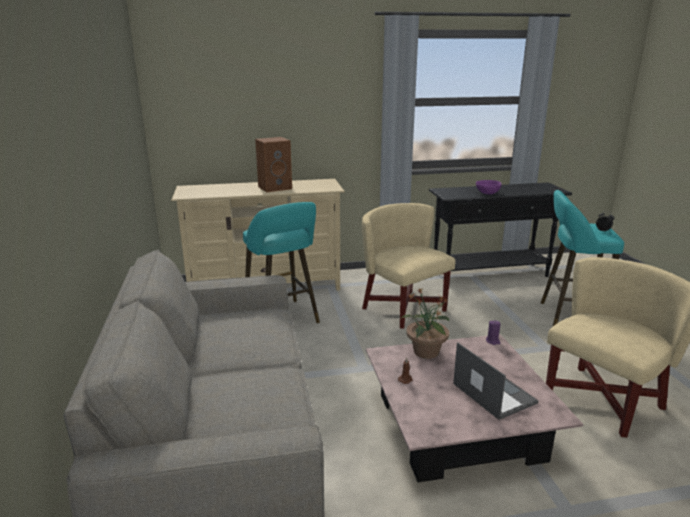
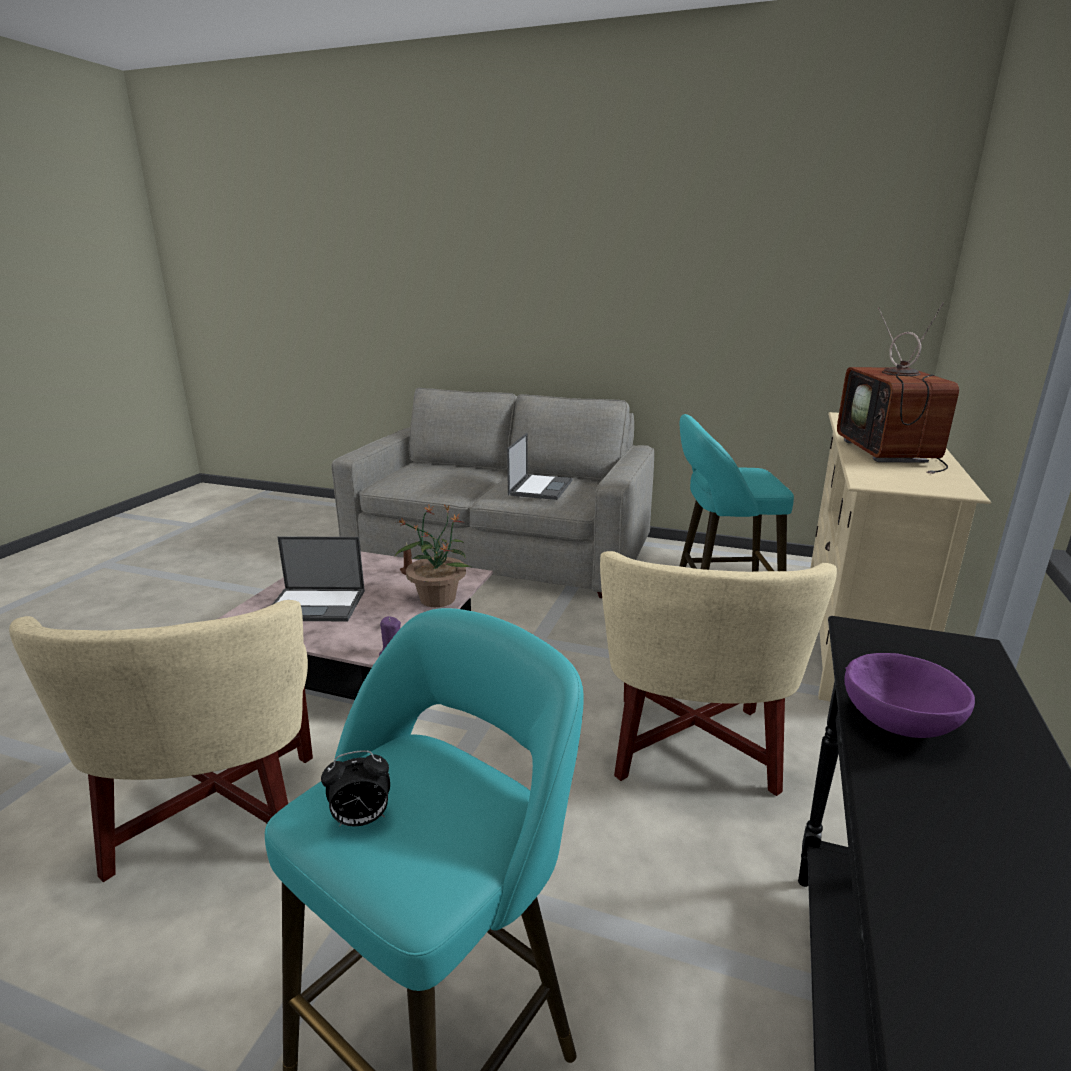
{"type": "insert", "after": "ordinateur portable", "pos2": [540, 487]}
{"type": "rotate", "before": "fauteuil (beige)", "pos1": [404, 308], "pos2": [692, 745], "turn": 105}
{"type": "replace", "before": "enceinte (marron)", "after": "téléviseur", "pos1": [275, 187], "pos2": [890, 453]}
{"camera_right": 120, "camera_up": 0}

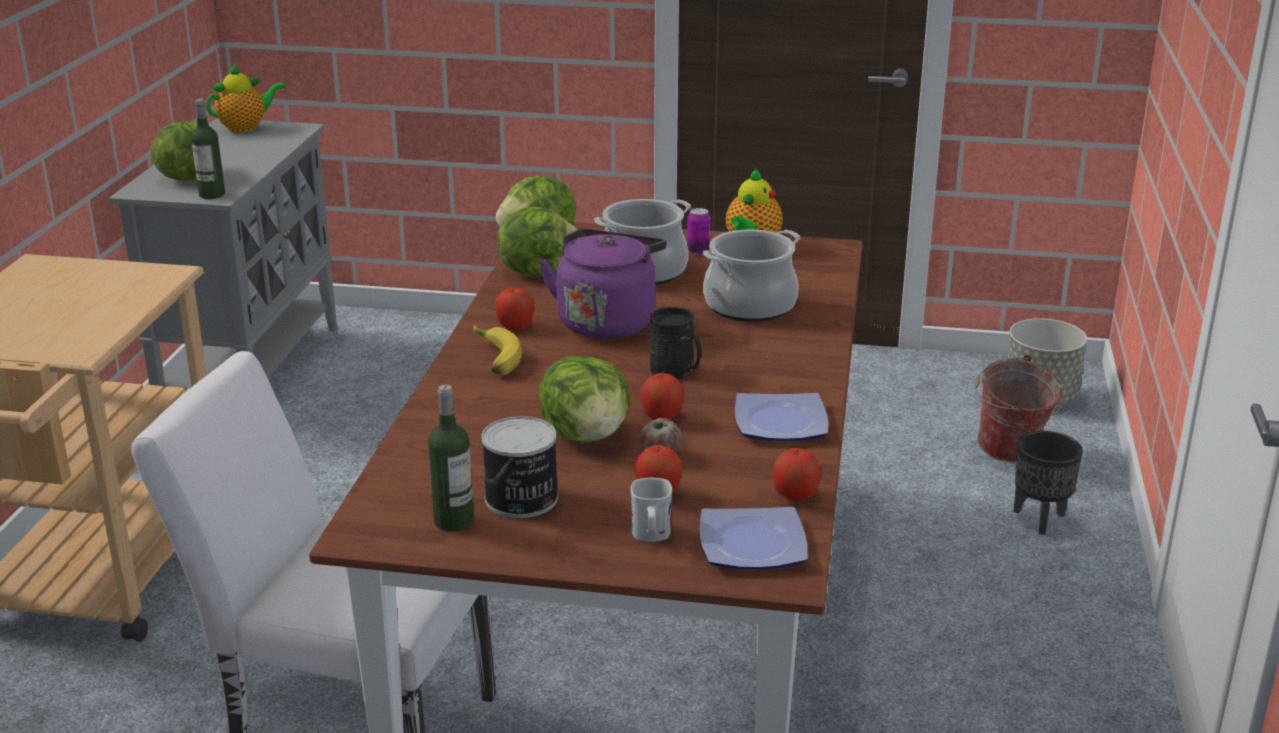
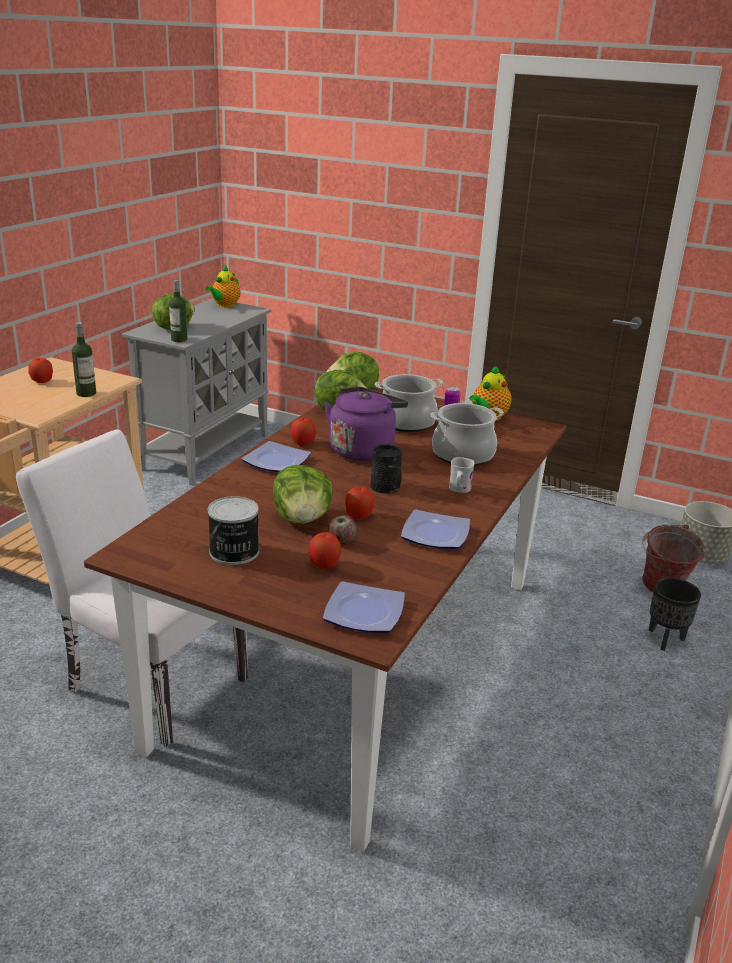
{"type": "move", "before": "pomme", "pos1": [795, 495], "pos2": [42, 381]}
{"type": "move", "before": "bouteille", "pos1": [453, 521], "pos2": [86, 393]}
{"type": "rotate", "before": "théière", "pos1": [246, 128], "pos2": [224, 305], "turn": 135}
{"type": "replace", "before": "banane", "after": "assiette", "pos1": [493, 359], "pos2": [276, 461]}
{"type": "move", "before": "mug (blanc)", "pos1": [651, 536], "pos2": [459, 489]}
{"camera_right": 15, "camera_up": 0}

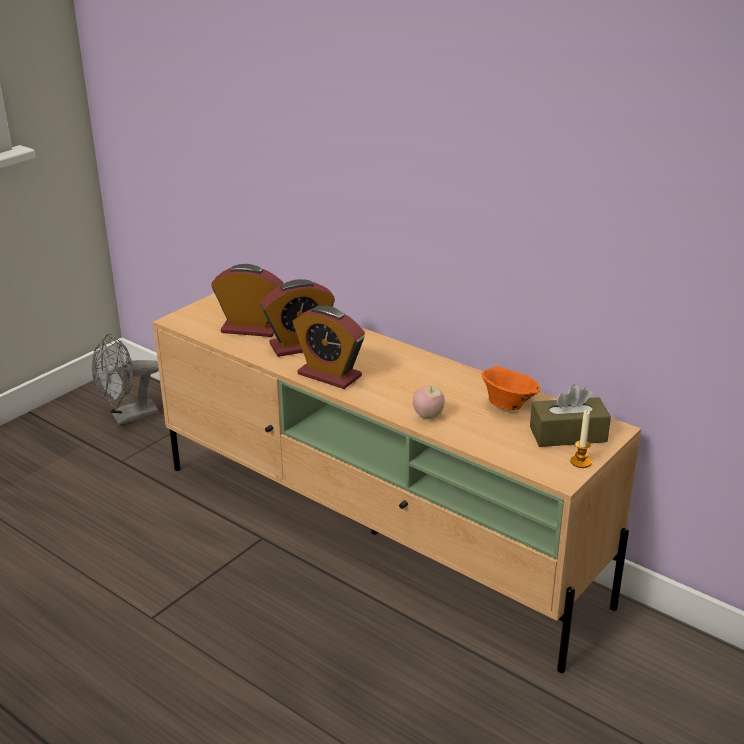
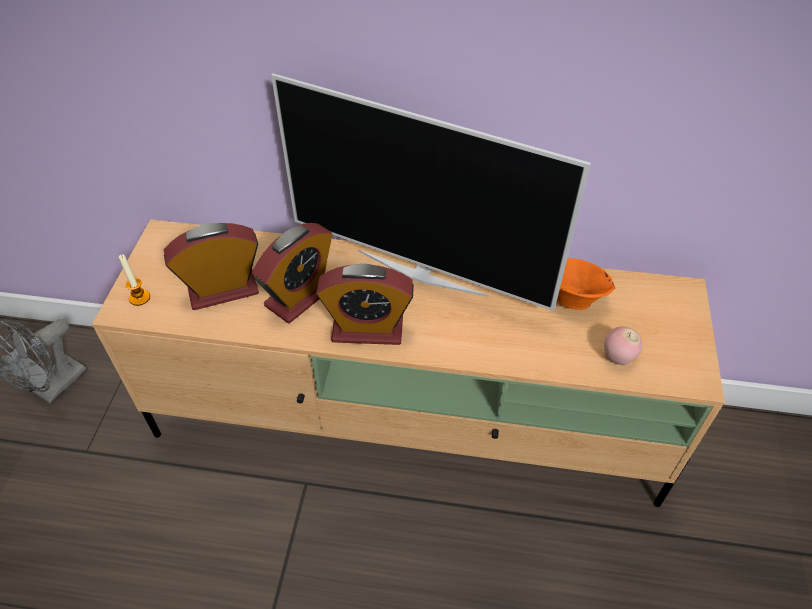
{"type": "move", "before": "bougie", "pos1": [580, 462], "pos2": [139, 298]}
{"type": "insert", "after": "téléviseur", "pos2": [422, 271]}
{"type": "move", "before": "pomme", "pos1": [428, 416], "pos2": [618, 357]}
{"type": "delete", "before": "boîte à mouchoirs (marron)", "pos1": [568, 434]}
{"camera_right": -30, "camera_up": 20}

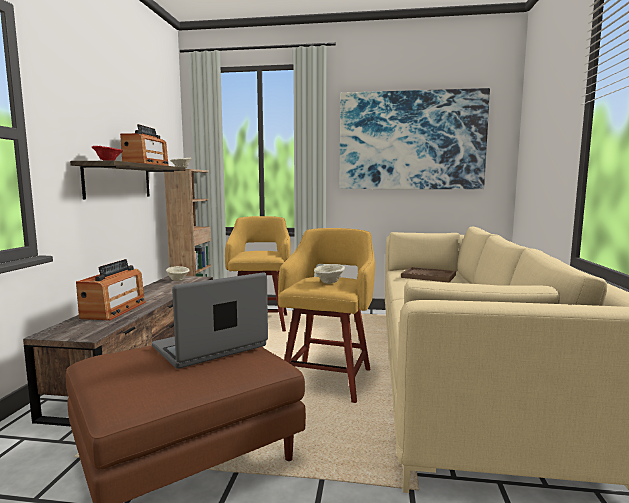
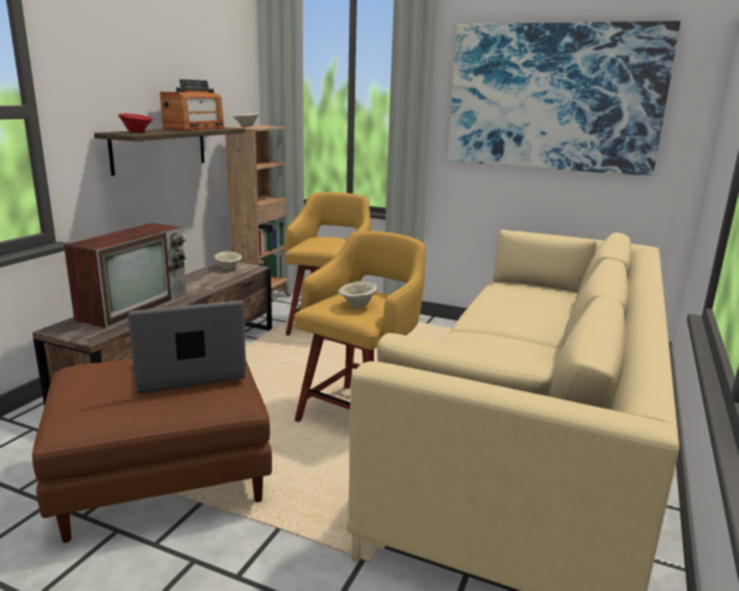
{"type": "replace", "before": "radio", "after": "téléviseur", "pos1": [114, 310], "pos2": [135, 305]}
{"type": "delete", "before": "plateau (marron)", "pos1": [428, 276]}
{"camera_right": 15, "camera_up": 10}

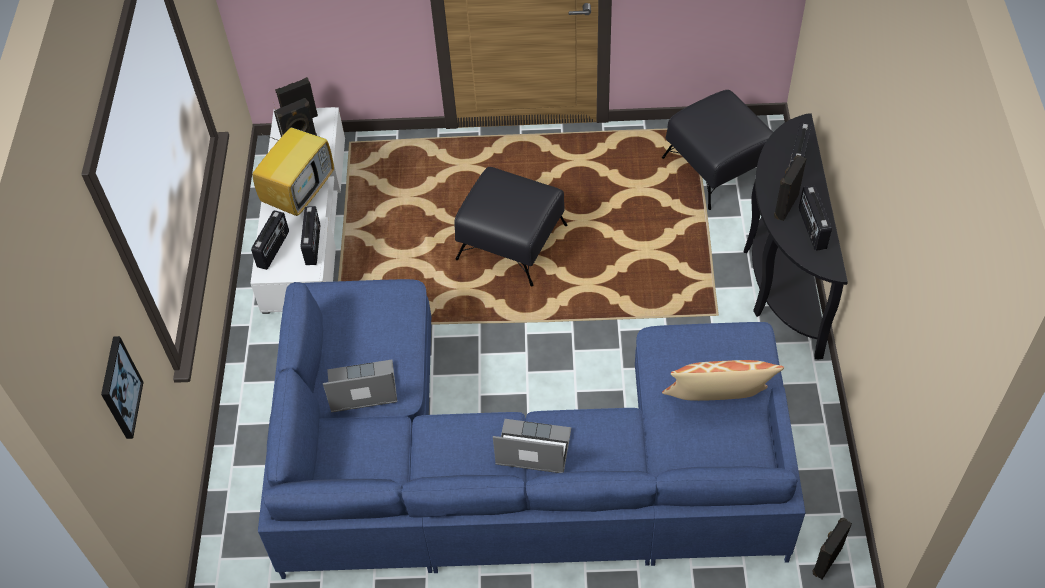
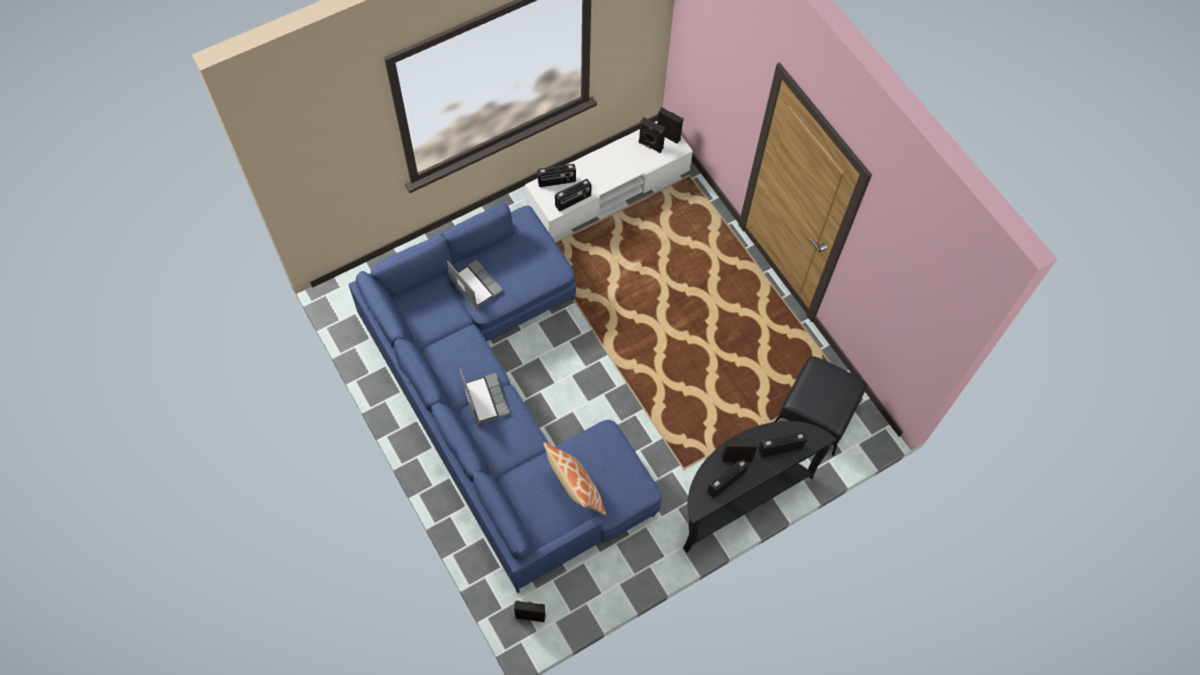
{"type": "delete", "before": "tableau", "pos1": [119, 388]}
{"type": "delete", "before": "téléviseur", "pos1": [299, 191]}
{"type": "delete", "before": "pouf (noir)", "pos1": [512, 243]}
{"camera_right": 55, "camera_up": 10}

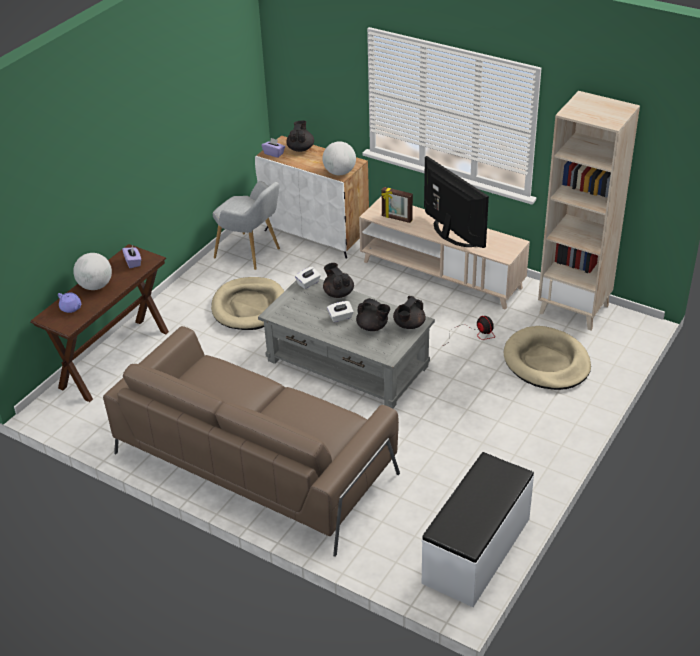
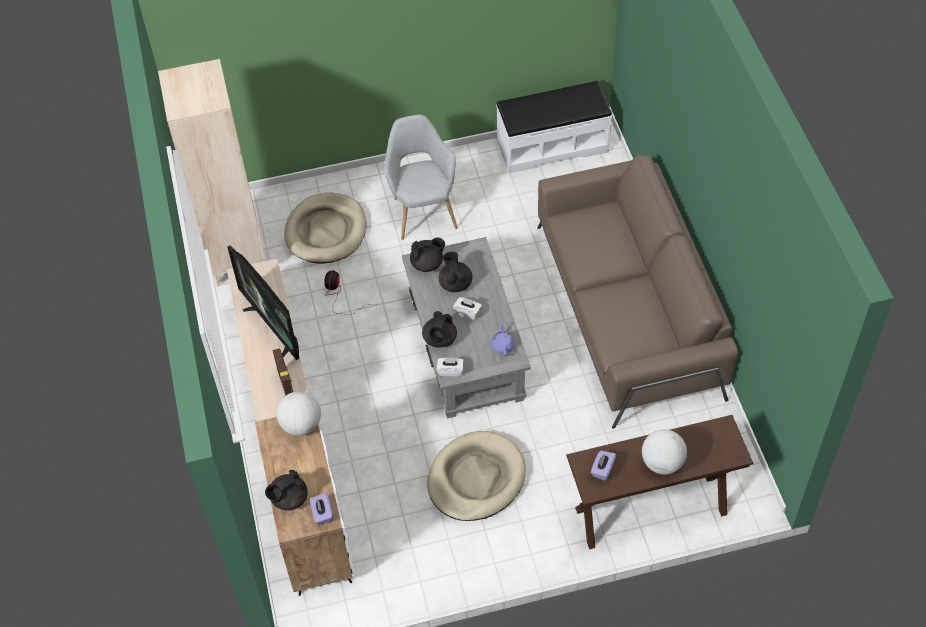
{"type": "rotate", "before": "téléviseur", "pos1": [450, 235], "pos2": [274, 327], "turn": -45}
{"type": "move", "before": "fauteuil (gris)", "pos1": [251, 254], "pos2": [422, 210]}
{"type": "move", "before": "théière (violet)", "pos1": [71, 308], "pos2": [502, 345]}
{"camera_right": -135, "camera_up": 15}

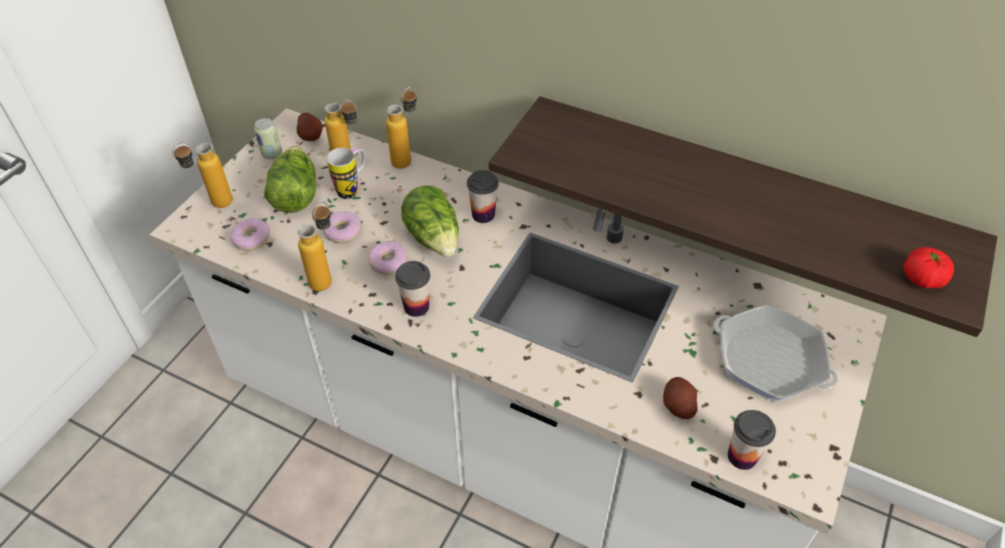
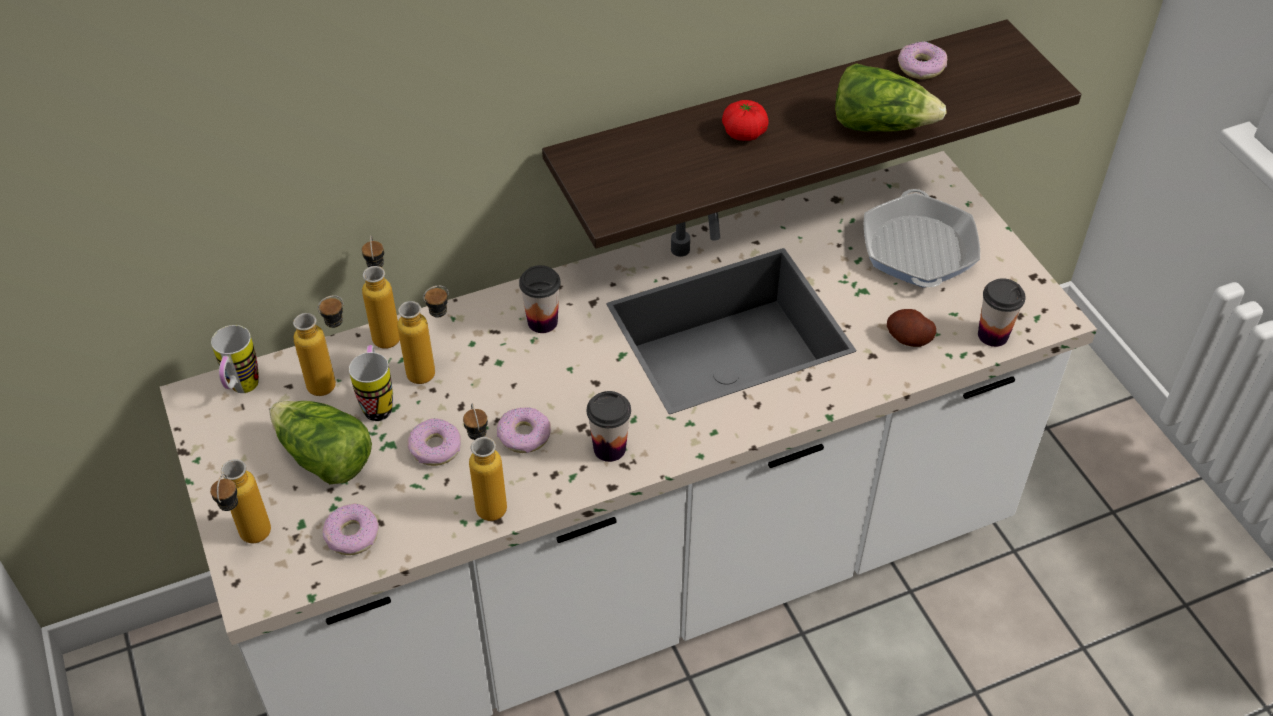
{"type": "replace", "before": "pomme de terre", "after": "mug", "pos1": [311, 136], "pos2": [242, 390]}
{"type": "insert", "after": "bouteille", "pos2": [433, 371]}
{"type": "move", "before": "tomate", "pos1": [922, 278], "pos2": [744, 133]}
{"type": "move", "before": "laitue", "pos1": [434, 237], "pos2": [880, 125]}
{"type": "rotate", "before": "poêle", "pos1": [770, 359], "pos2": [918, 249], "turn": -75}
{"type": "insert", "after": "beignet", "pos2": [920, 67]}
{"type": "delete", "before": "boîte métallique", "pos1": [272, 154]}
{"camera_right": -50, "camera_up": 0}

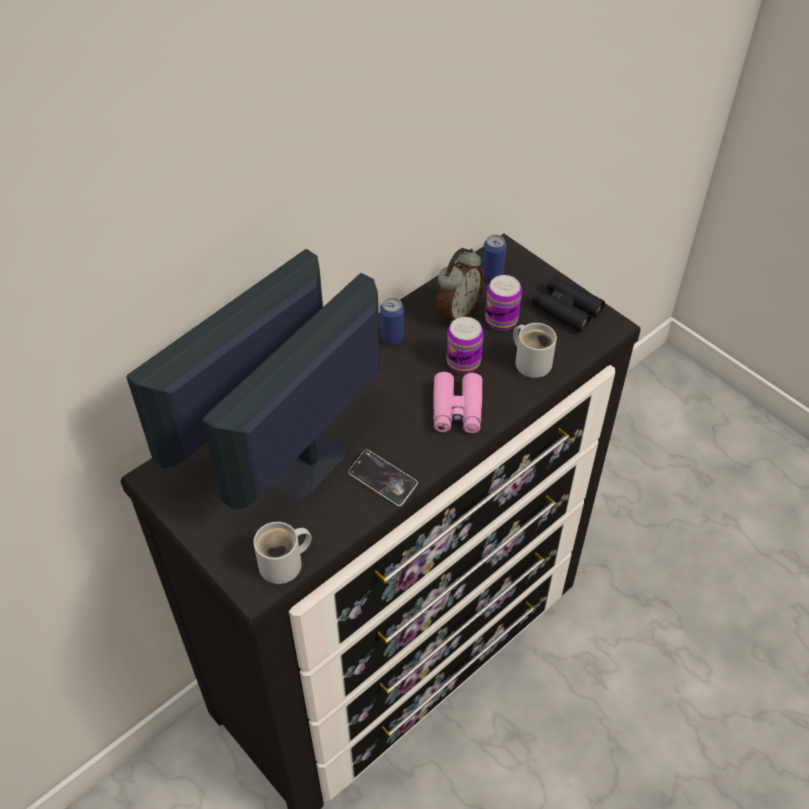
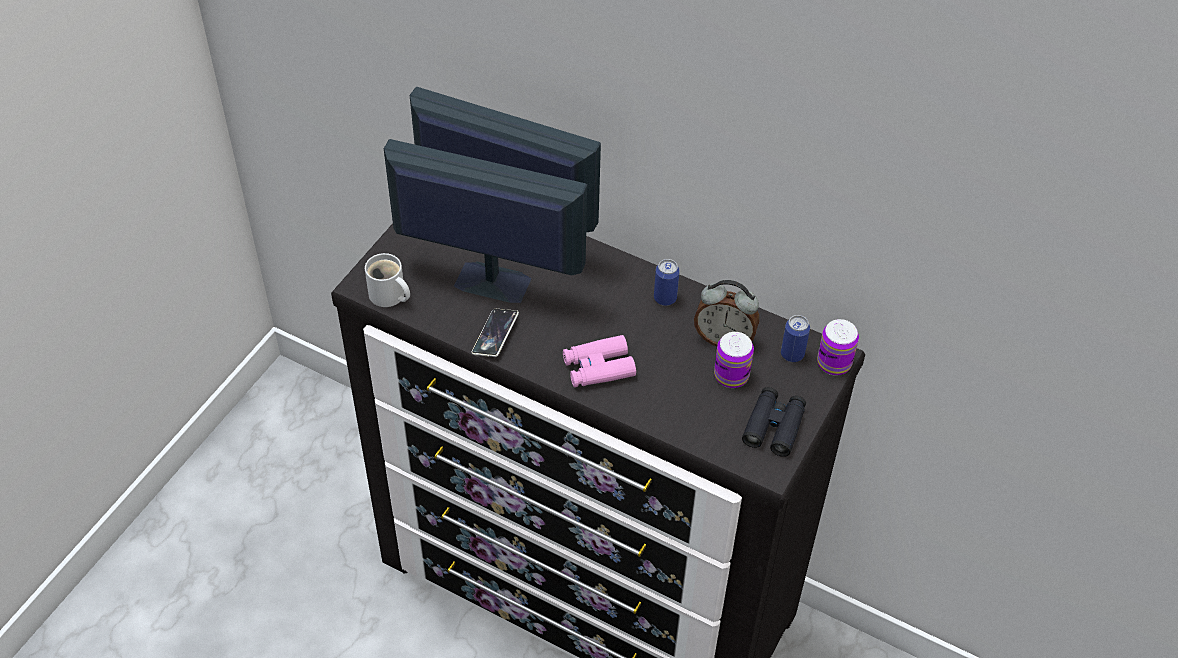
{"type": "move", "before": "boîte métallique", "pos1": [463, 362], "pos2": [834, 363]}
{"type": "delete", "before": "mug (blanc)", "pos1": [532, 361]}
{"camera_right": 70, "camera_up": 0}

